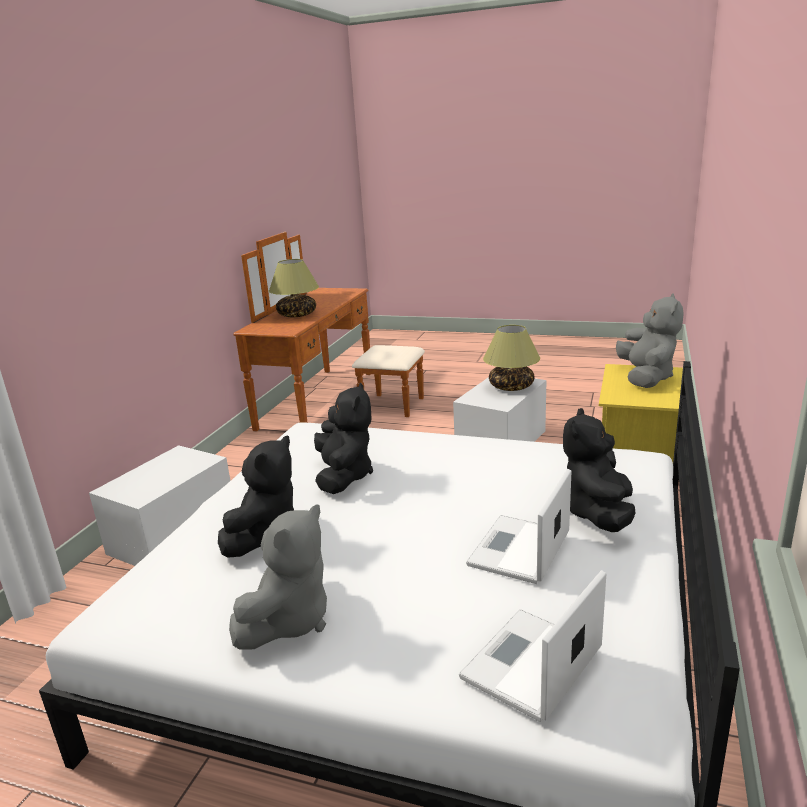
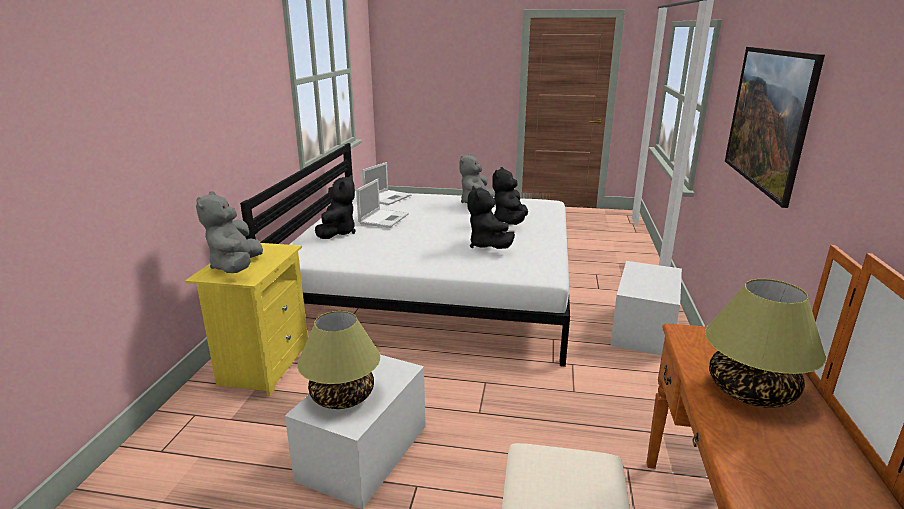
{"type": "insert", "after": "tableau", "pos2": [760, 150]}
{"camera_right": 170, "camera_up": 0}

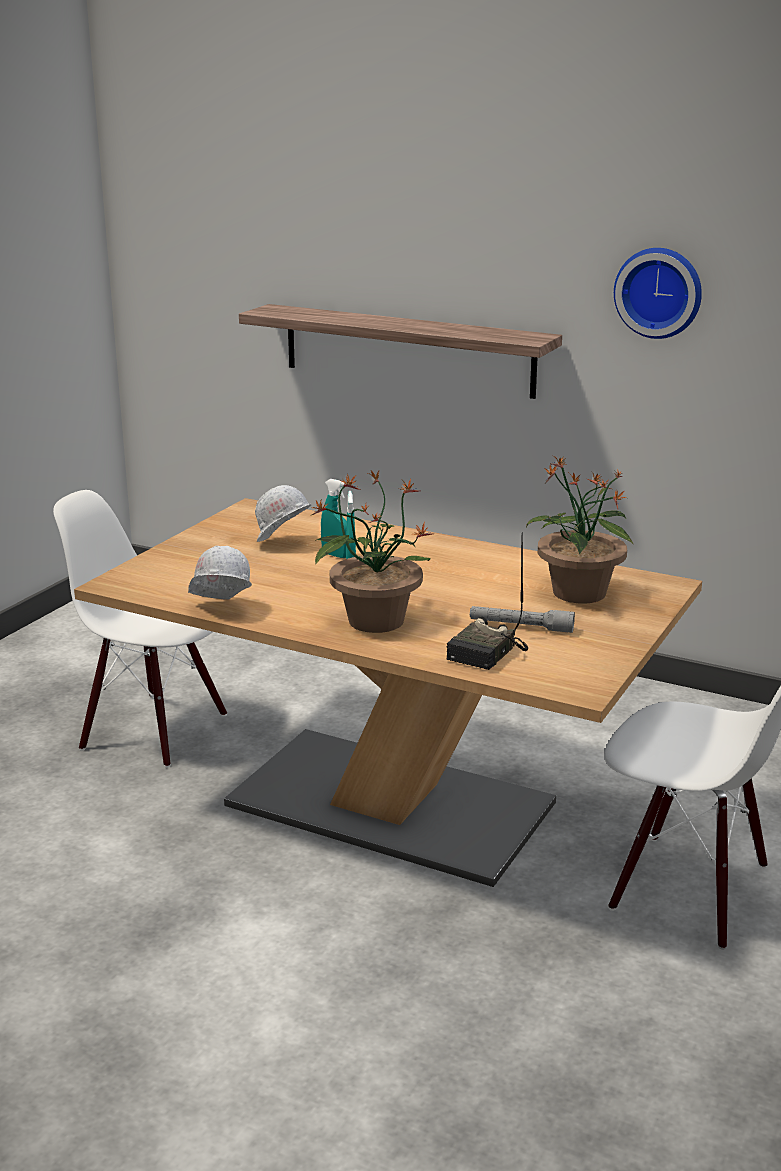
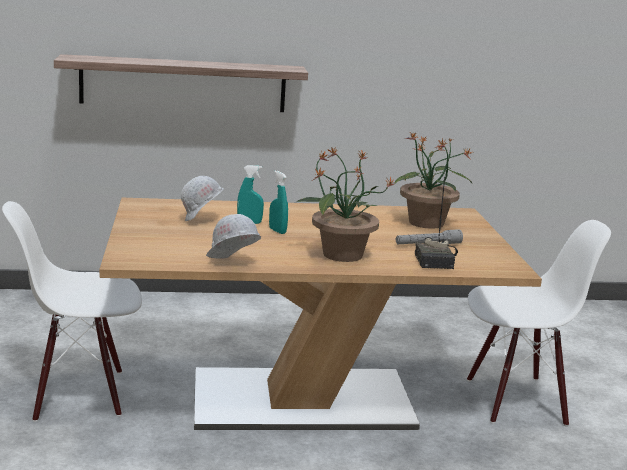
{"type": "delete", "before": "horloge murale", "pos1": [659, 292]}
{"camera_right": -35, "camera_up": -5}

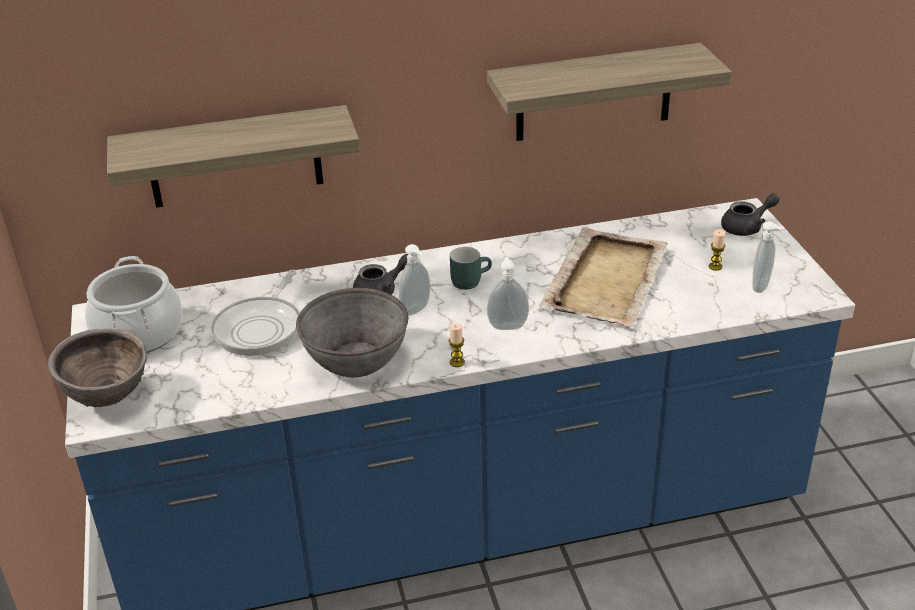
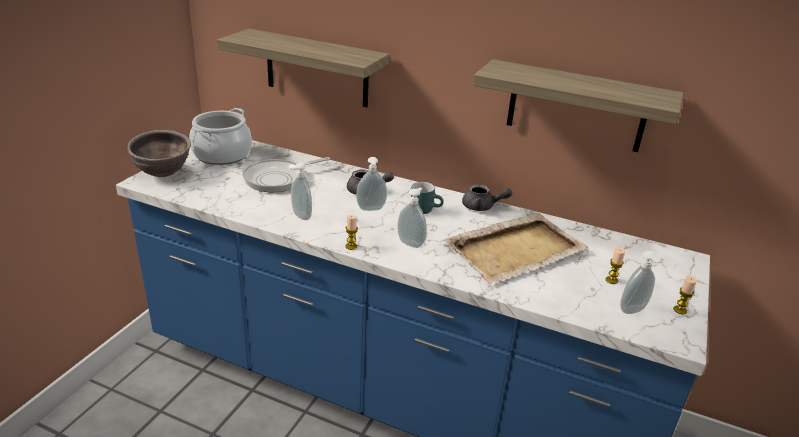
{"type": "replace", "before": "bol (gris)", "after": "distributeur de savon", "pos1": [356, 359], "pos2": [300, 216]}
{"type": "move", "before": "théière (gris)", "pos1": [747, 227], "pos2": [482, 207]}
{"type": "insert", "after": "bougie", "pos2": [680, 310]}
{"camera_right": 35, "camera_up": -5}

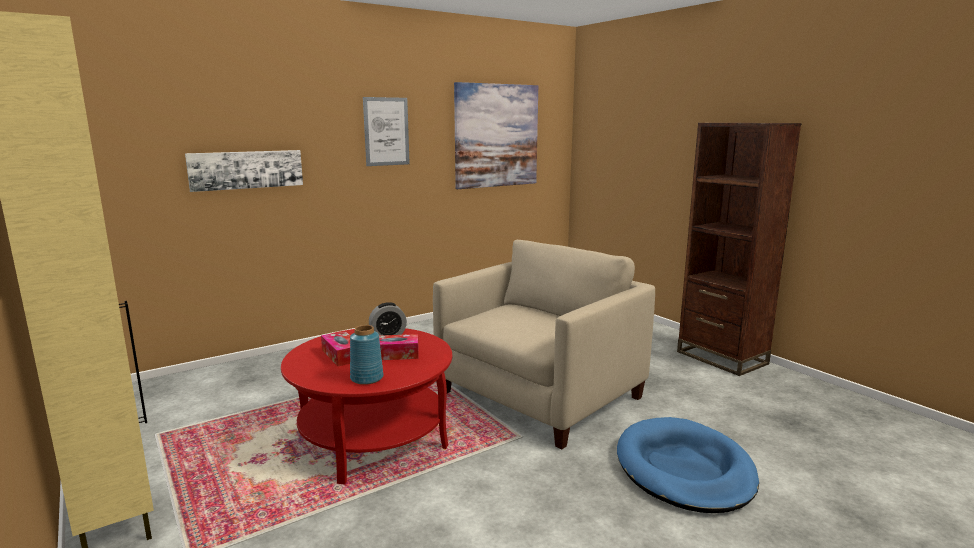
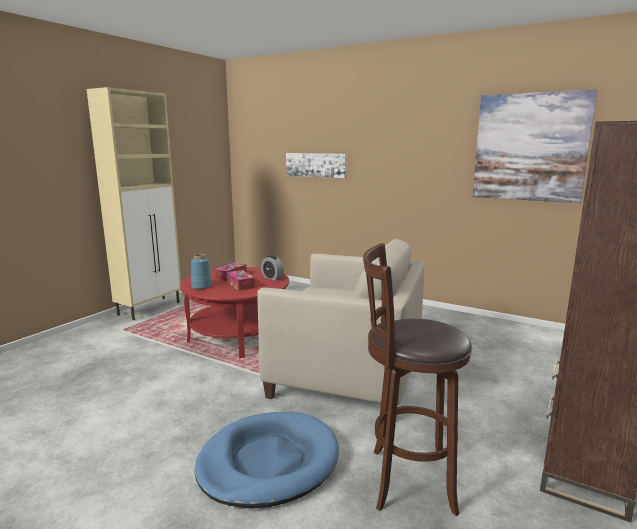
{"type": "insert", "after": "tabouret (marron)", "pos2": [406, 480]}
{"type": "delete", "before": "tableau", "pos1": [386, 131]}
{"camera_right": 65, "camera_up": 0}

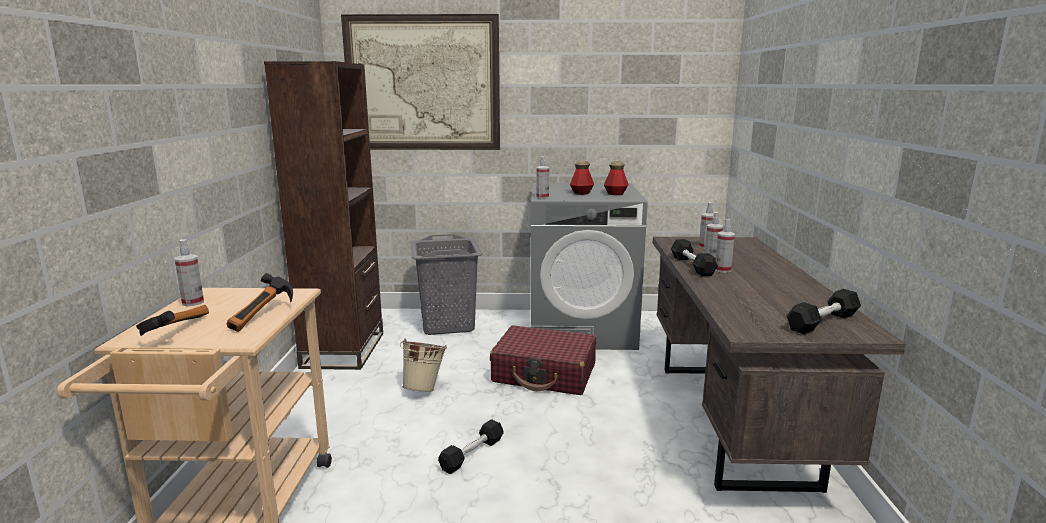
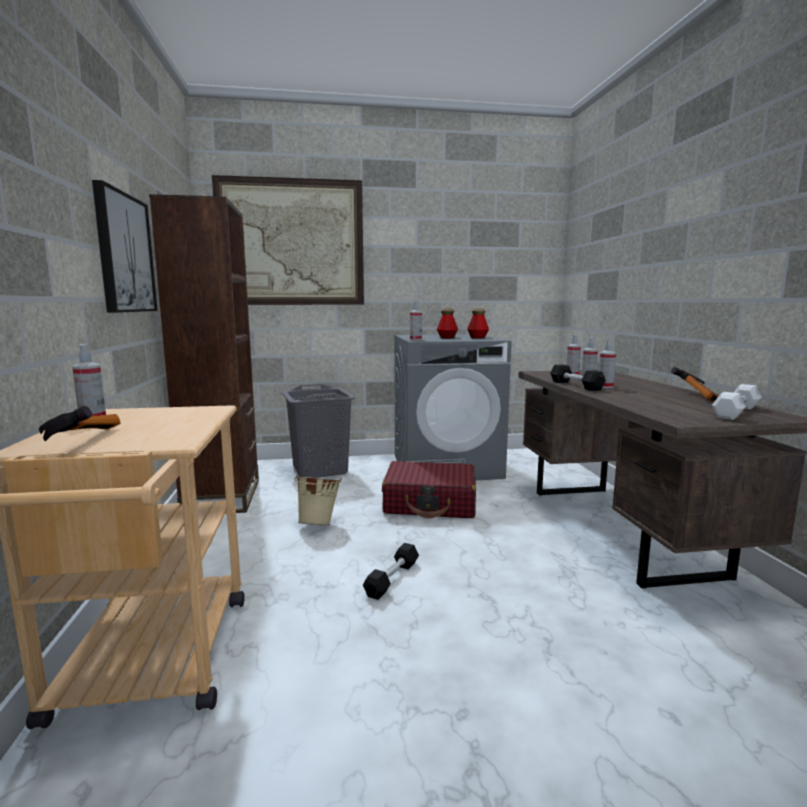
{"type": "insert", "after": "tableau", "pos2": [124, 254]}
{"type": "move", "before": "marteau", "pos1": [265, 317], "pos2": [699, 396]}
{"type": "recolor", "before": "haltère (noir)", "after": "haltère (blanc)", "pos1": [822, 322], "pos2": [736, 412]}
{"camera_right": -10, "camera_up": -5}

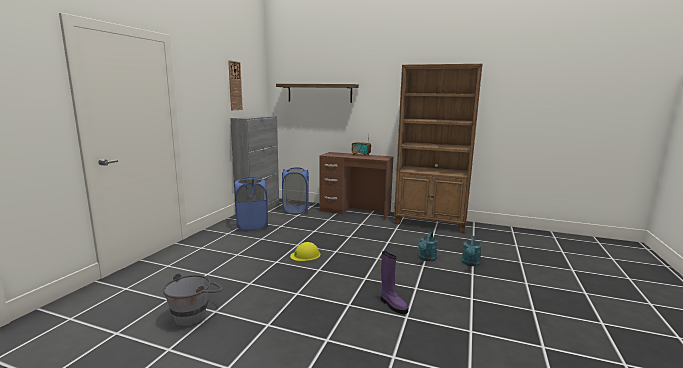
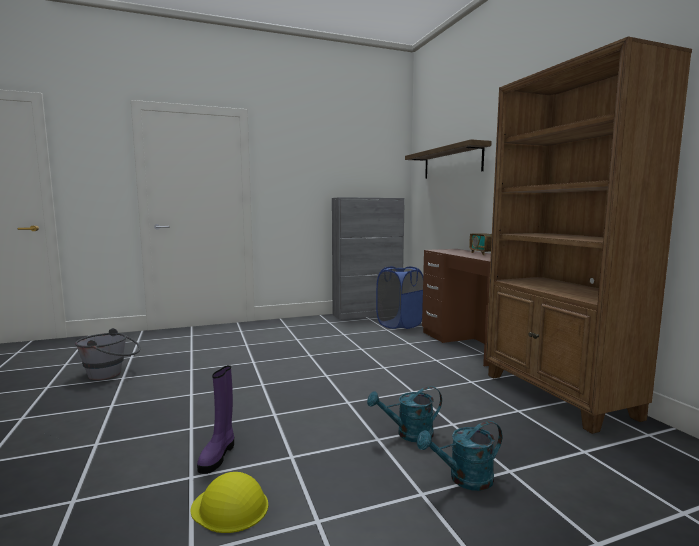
{"type": "move", "before": "casque de chantier (jaune)", "pos1": [305, 255], "pos2": [230, 507]}
{"type": "delete", "before": "horloge murale", "pos1": [235, 86]}
{"type": "delete", "before": "panier à linge (bleu)", "pos1": [252, 225]}
{"camera_right": 50, "camera_up": -5}

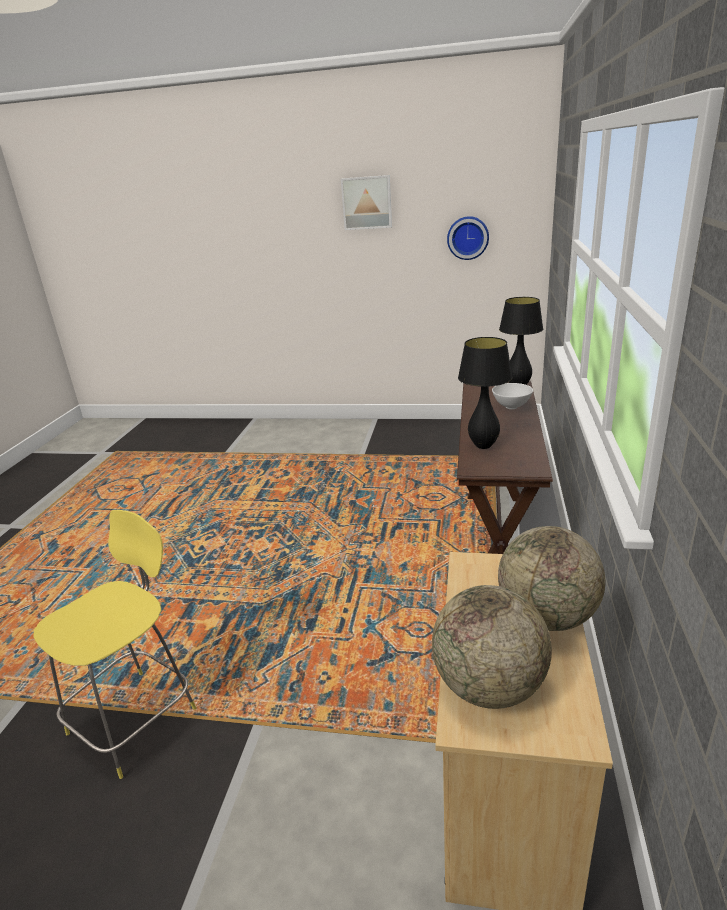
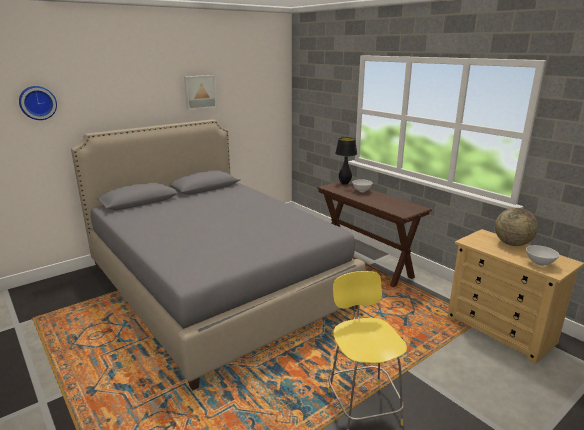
{"type": "move", "before": "horloge murale", "pos1": [468, 237], "pos2": [37, 102]}
{"type": "insert", "after": "lit (gris)", "pos2": [215, 286]}
{"type": "replace", "before": "globe", "after": "bol (blanc)", "pos1": [489, 687], "pos2": [539, 263]}
{"type": "delete", "before": "lampe de table (noir)", "pos1": [483, 446]}
{"camera_right": -50, "camera_up": -5}

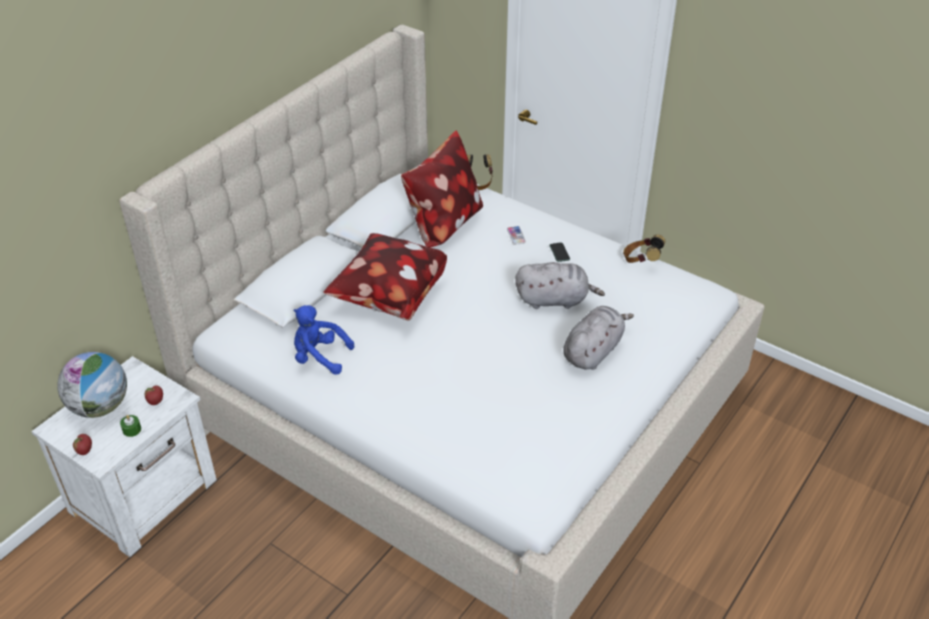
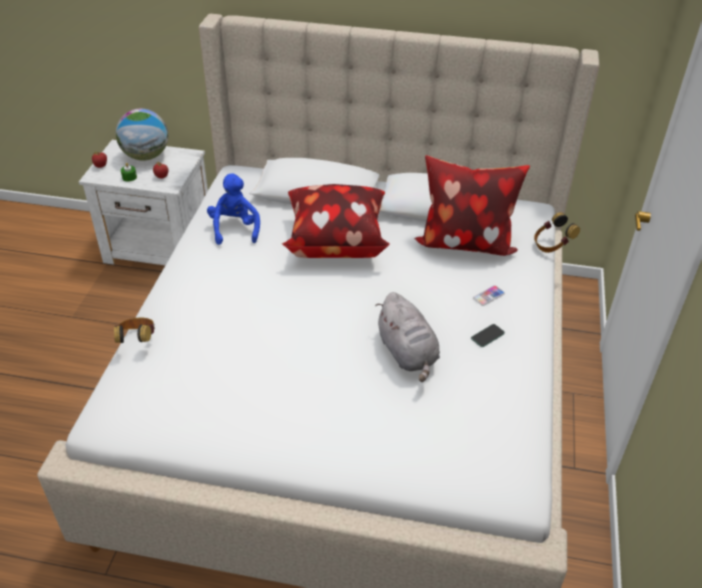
{"type": "move", "before": "casque audio", "pos1": [641, 260], "pos2": [137, 340]}
{"type": "delete", "before": "peluche (gris)", "pos1": [593, 351]}
{"camera_right": 65, "camera_up": 0}

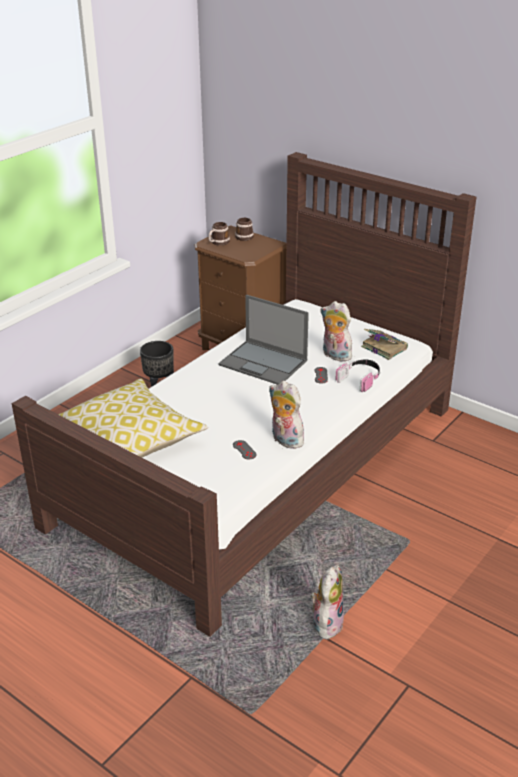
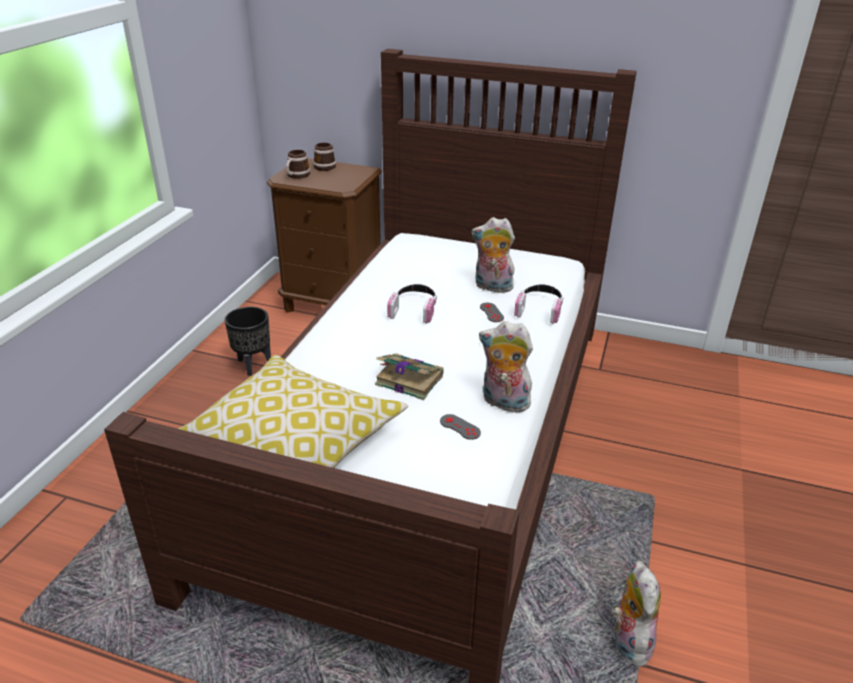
{"type": "move", "before": "livre", "pos1": [383, 347], "pos2": [408, 379]}
{"type": "replace", "before": "ordinateur portable", "after": "casque audio", "pos1": [264, 363], "pos2": [414, 309]}
{"camera_right": -20, "camera_up": 0}

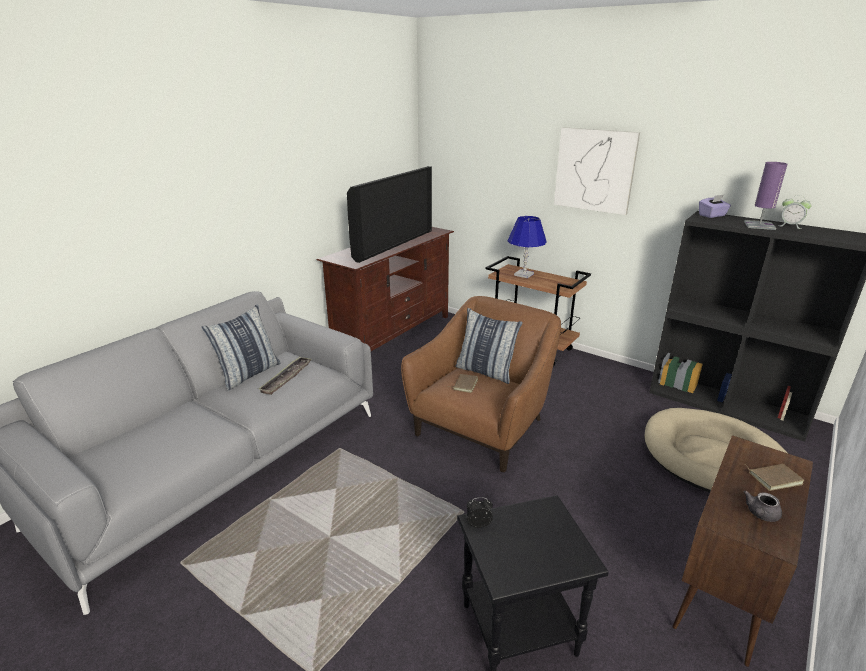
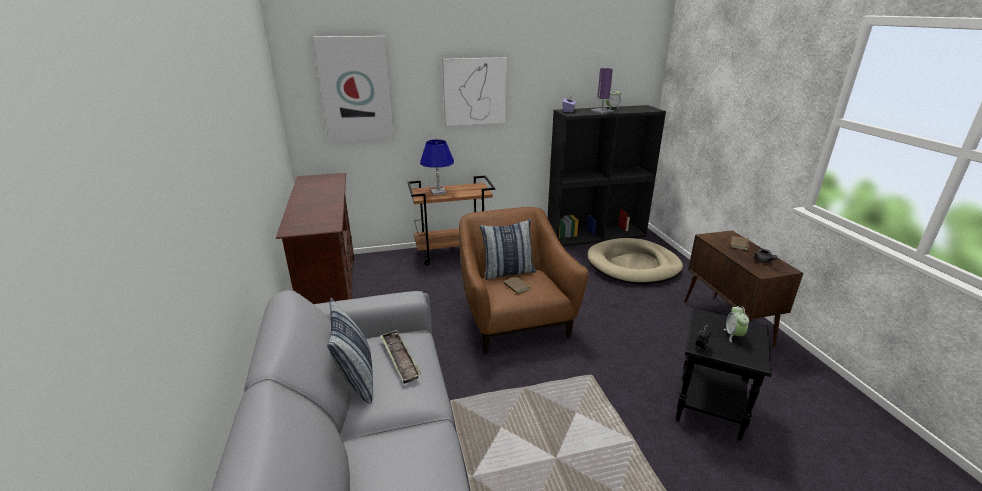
{"type": "insert", "after": "tableau", "pos2": [356, 90]}
{"type": "insert", "after": "réveil", "pos2": [733, 335]}
{"type": "delete", "before": "téléviseur", "pos1": [392, 244]}
{"camera_right": -50, "camera_up": 0}

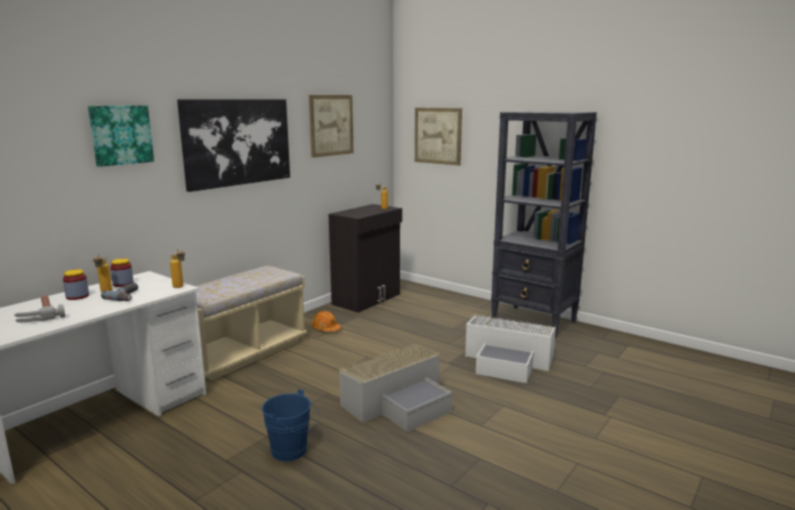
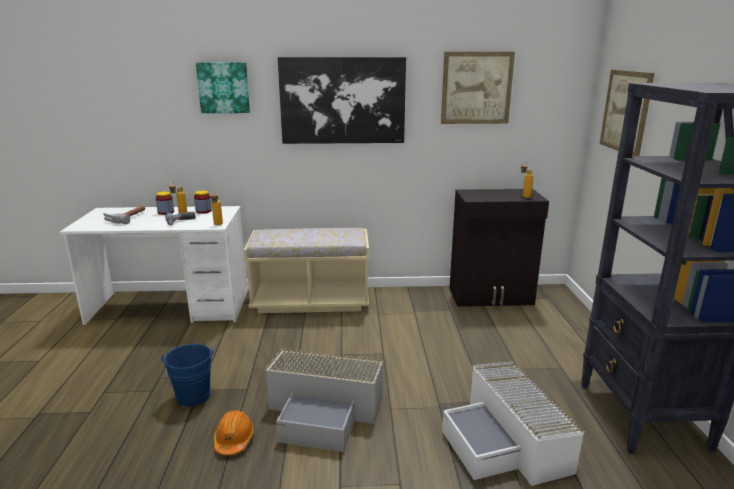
{"type": "move", "before": "casque de chantier (orange)", "pos1": [325, 329], "pos2": [234, 440]}
{"camera_right": 50, "camera_up": 5}

